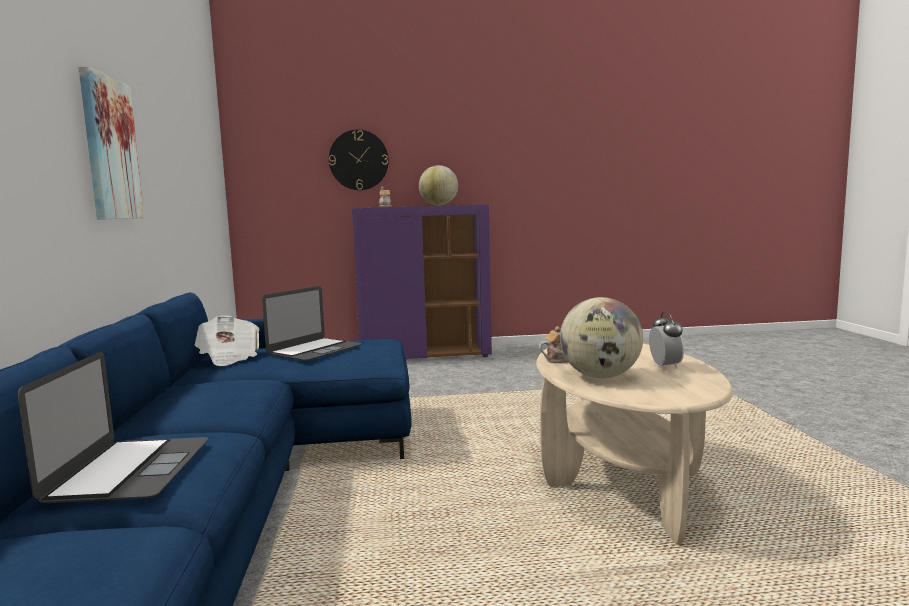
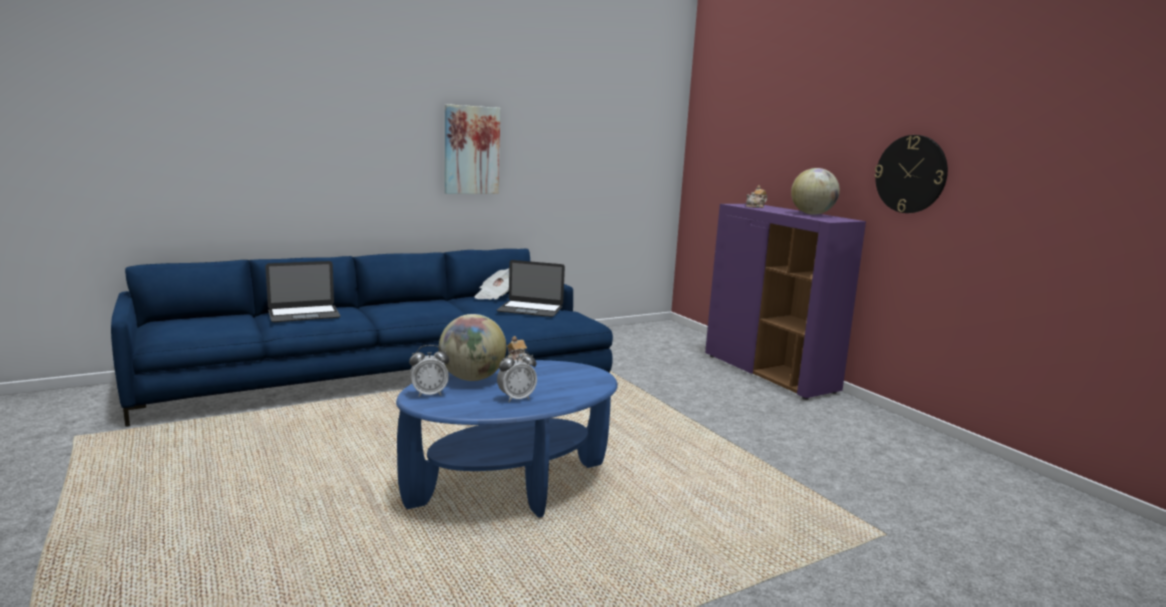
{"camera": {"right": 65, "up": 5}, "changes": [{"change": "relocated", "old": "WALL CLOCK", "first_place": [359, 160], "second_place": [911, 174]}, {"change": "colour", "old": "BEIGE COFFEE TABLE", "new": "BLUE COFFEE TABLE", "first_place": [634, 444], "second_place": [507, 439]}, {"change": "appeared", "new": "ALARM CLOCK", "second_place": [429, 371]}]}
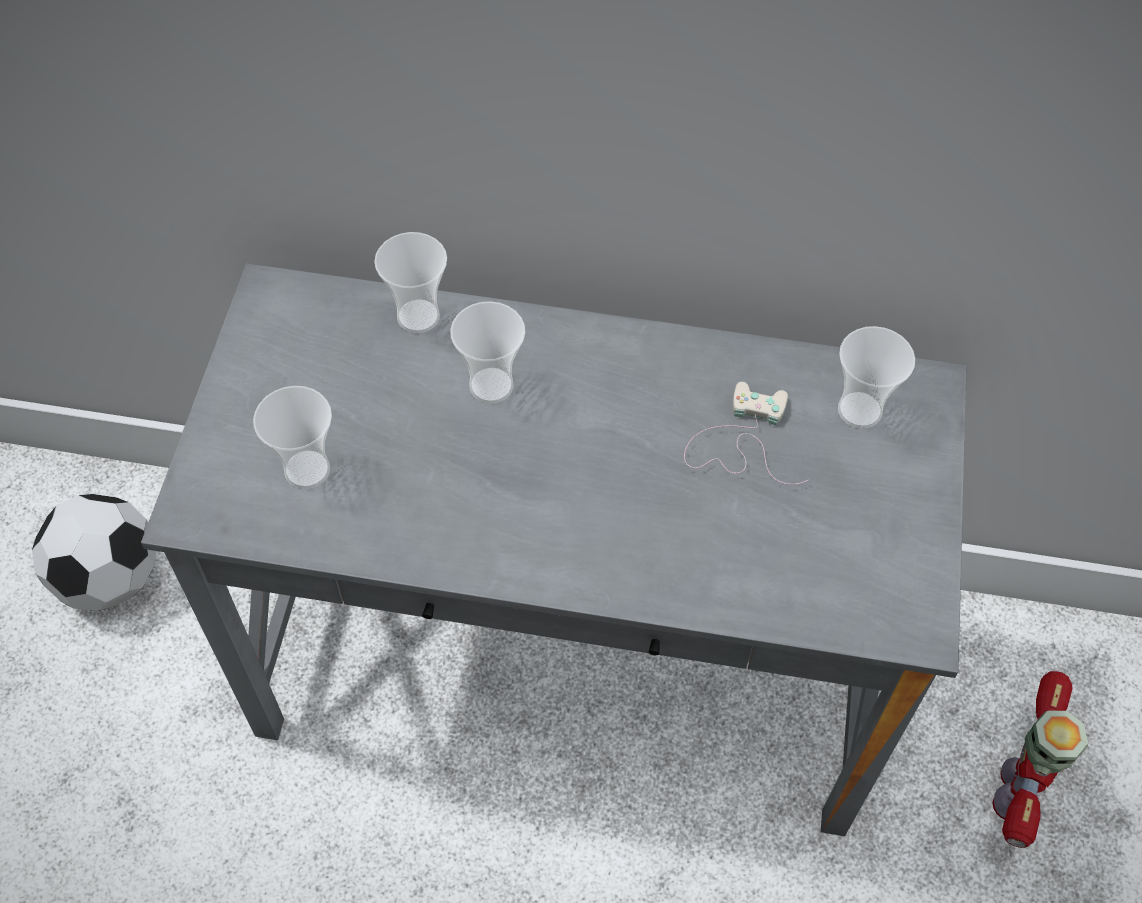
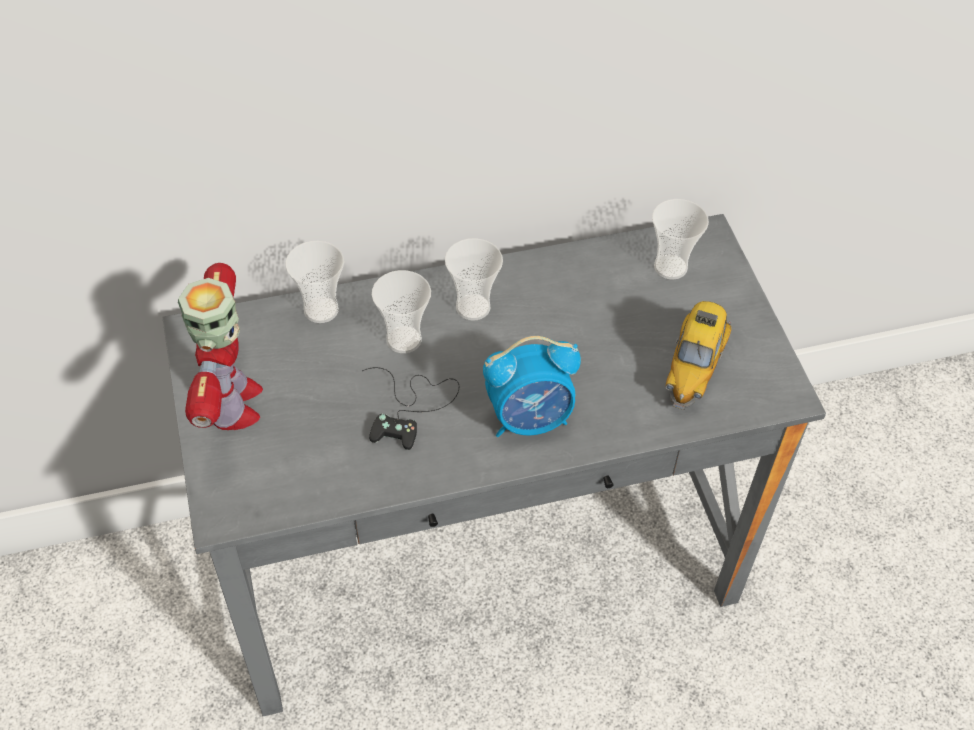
{"camera": {"right": -25, "up": -5}, "changes": [{"change": "missing", "old": "FOOTBALL", "first_place": [94, 552]}, {"change": "relocated", "old": "CUP", "first_place": [292, 437], "second_place": [474, 279]}, {"change": "missing", "old": "WHITE GAME CONTROLLER", "first_place": [746, 433]}, {"change": "relocated", "old": "TOY ROBOT", "first_place": [1040, 759], "second_place": [220, 346]}, {"change": "appeared", "new": "BLACK GAME CONTROLLER", "second_place": [410, 408]}, {"change": "appeared", "new": "ALARM CLOCK", "second_place": [532, 386]}, {"change": "appeared", "new": "TOY CAR", "second_place": [698, 355]}]}
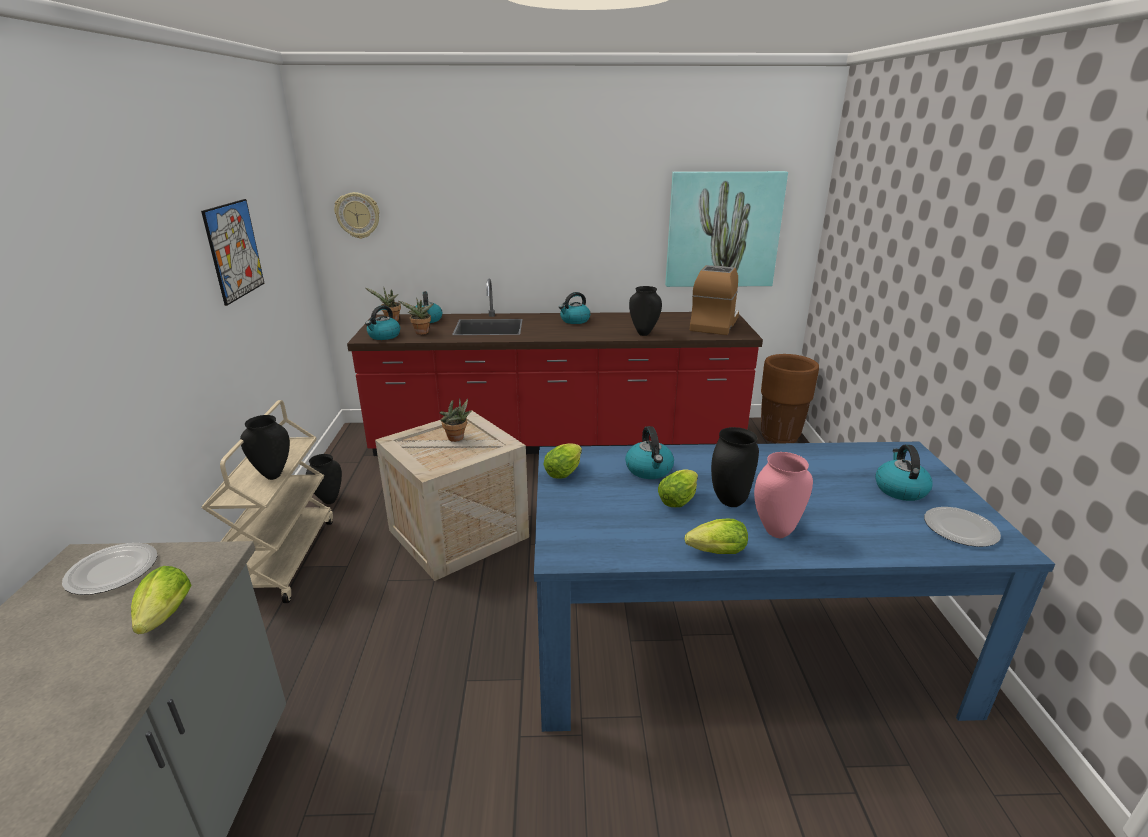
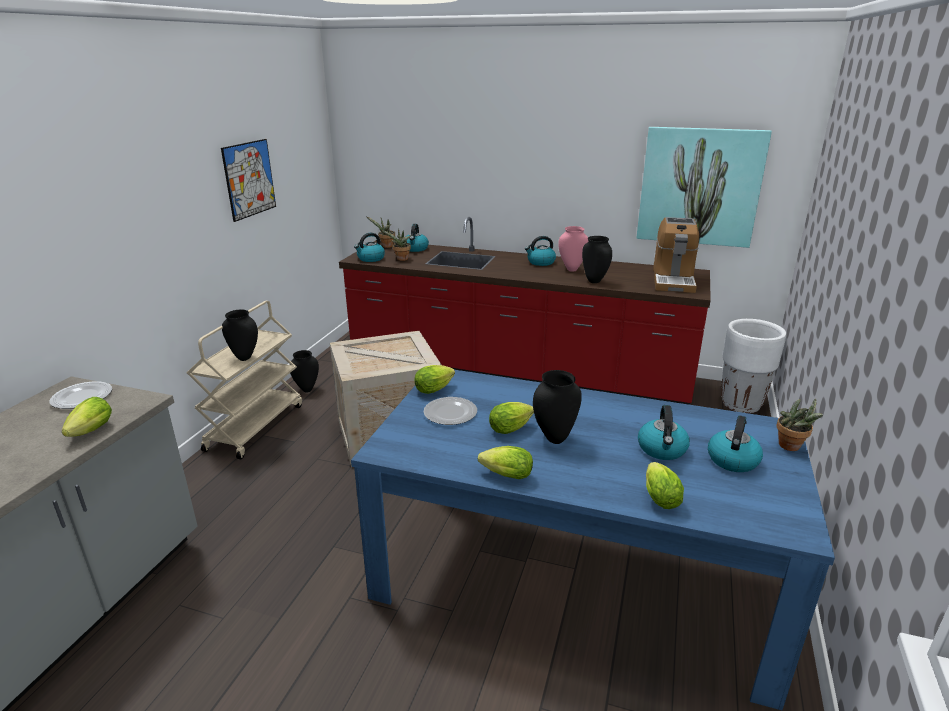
{"camera": {"right": 20, "up": 0}, "changes": [{"change": "missing", "old": "WALL CLOCK", "first_place": [357, 215]}, {"change": "relocated", "old": "POTTED PLANT", "first_place": [456, 420], "second_place": [799, 425]}, {"change": "relocated", "old": "KETTLE", "first_place": [649, 452], "second_place": [664, 432]}, {"change": "spun", "old": "COFFEE MACHINE", "first_place": [714, 300], "second_place": [676, 255], "degrees": 150}, {"change": "relocated", "old": "PINK VASE", "first_place": [783, 495], "second_place": [573, 249]}, {"change": "colour", "old": "BROWN PLANTER", "new": "WHITE PLANTER", "first_place": [790, 399], "second_place": [753, 366]}, {"change": "relocated", "old": "PLATE", "first_place": [962, 527], "second_place": [450, 411]}, {"change": "appeared", "new": "LETTUCE", "second_place": [665, 485]}]}
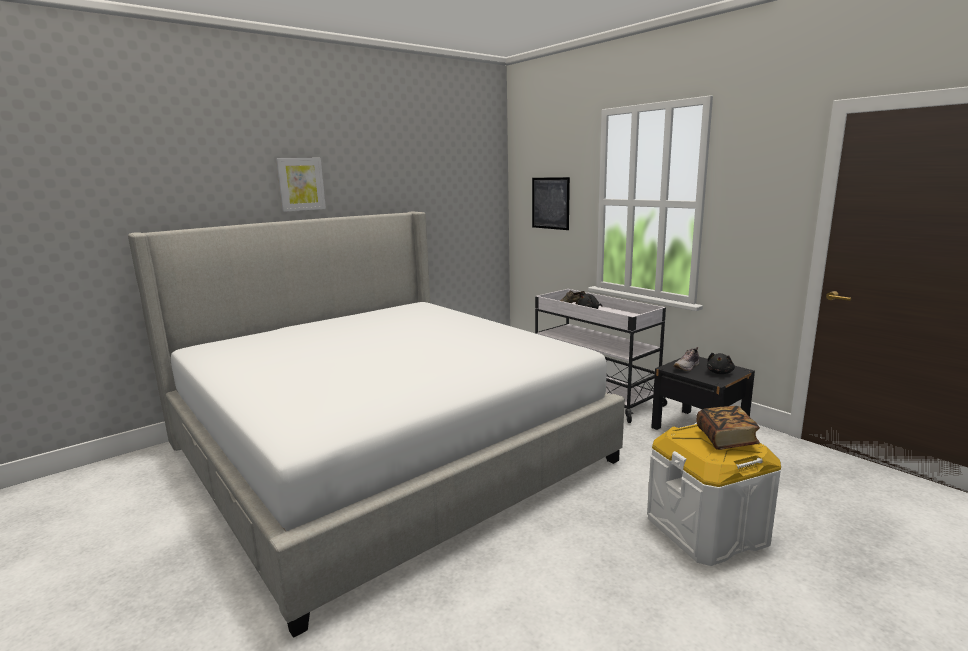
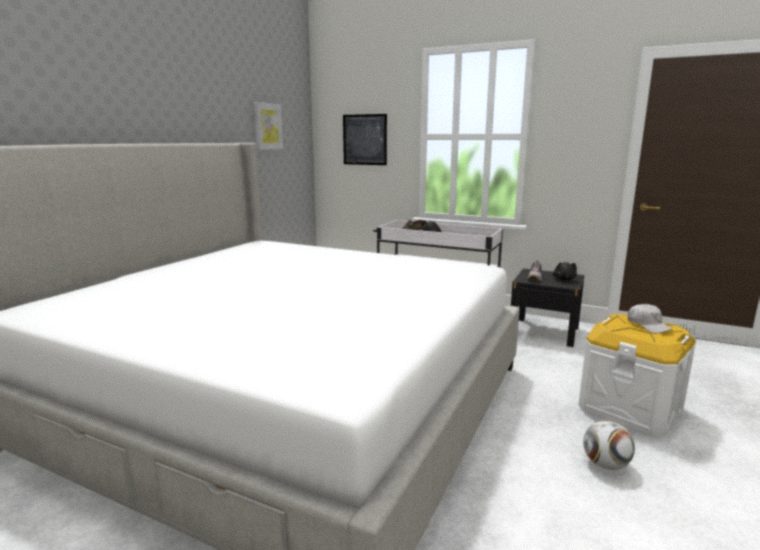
{"camera": {"right": -25, "up": 0}, "changes": [{"change": "relocated", "old": "PICTURE", "first_place": [301, 185], "second_place": [268, 126]}, {"change": "exchanged", "old": "BOOK", "new": "WHITE CAP", "first_place": [728, 428], "second_place": [650, 318]}, {"change": "appeared", "new": "FOOTBALL", "second_place": [609, 445]}]}
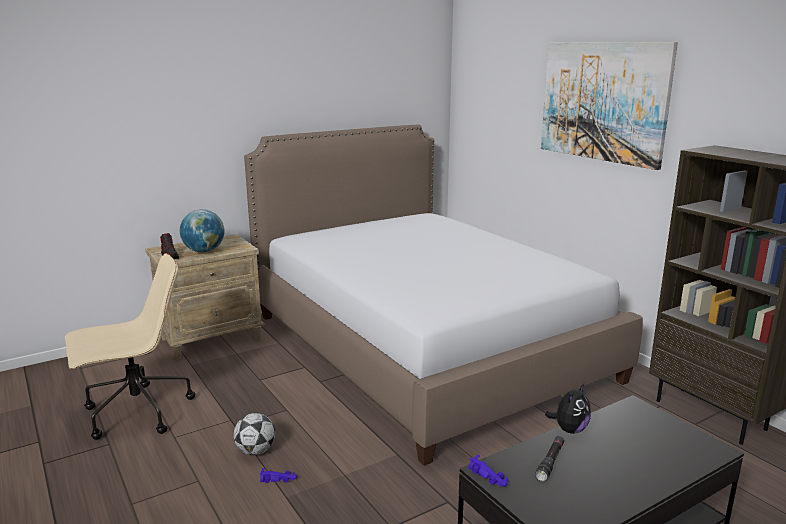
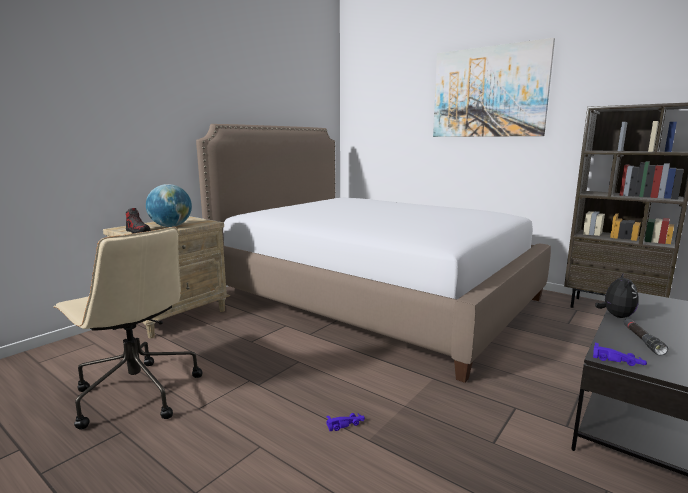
{"camera": {"right": -20, "up": -5}, "changes": [{"change": "spun", "old": "BEIGE OFFICE CHAIR", "first_place": [130, 346], "second_place": [128, 328], "degrees": 90}, {"change": "missing", "old": "FOOTBALL", "first_place": [254, 434]}]}
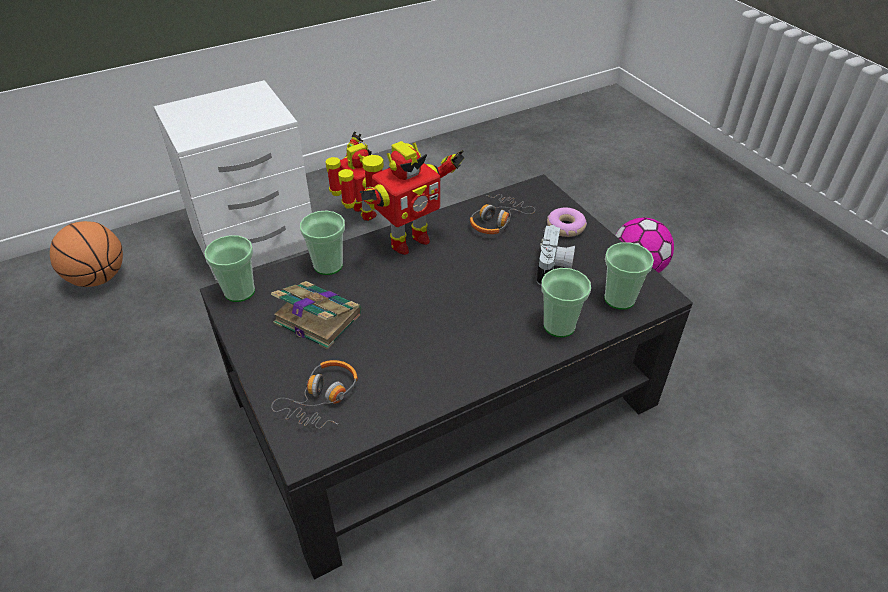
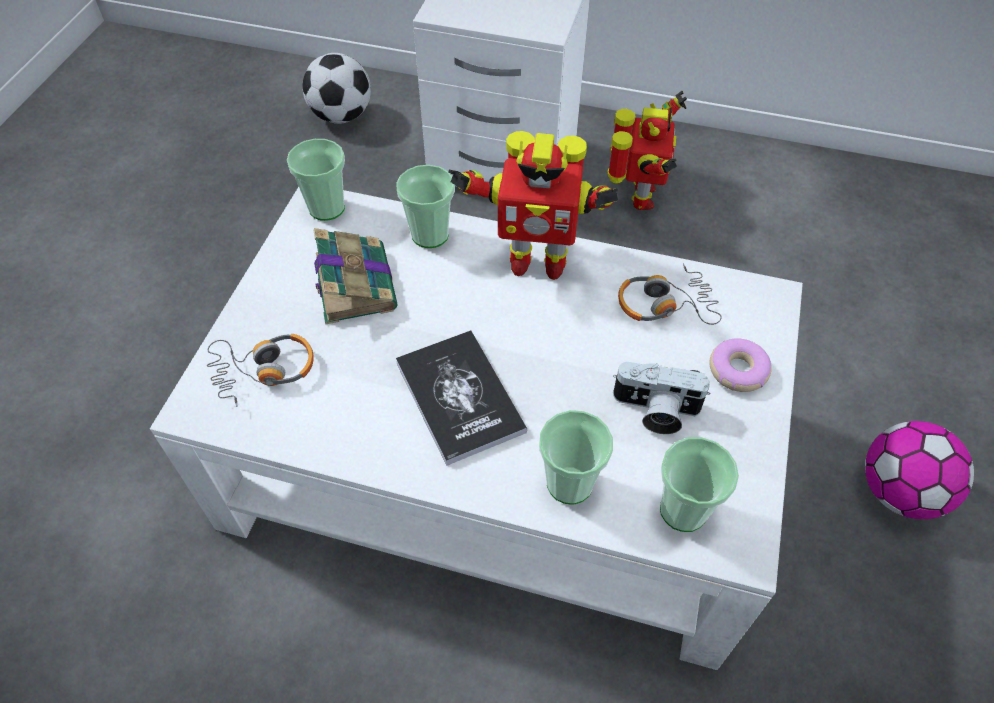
{"camera": {"right": 45, "up": 10}, "changes": [{"change": "exchanged", "old": "BASKETBALL", "new": "FOOTBALL", "first_place": [86, 254], "second_place": [337, 88]}, {"change": "colour", "old": "BLACK COFFEE TABLE", "new": "WHITE COFFEE TABLE", "first_place": [446, 377], "second_place": [476, 428]}, {"change": "spun", "old": "PHOTO CAMERA", "first_place": [556, 255], "second_place": [662, 398], "degrees": 45}, {"change": "appeared", "new": "BOOK", "second_place": [461, 398]}]}
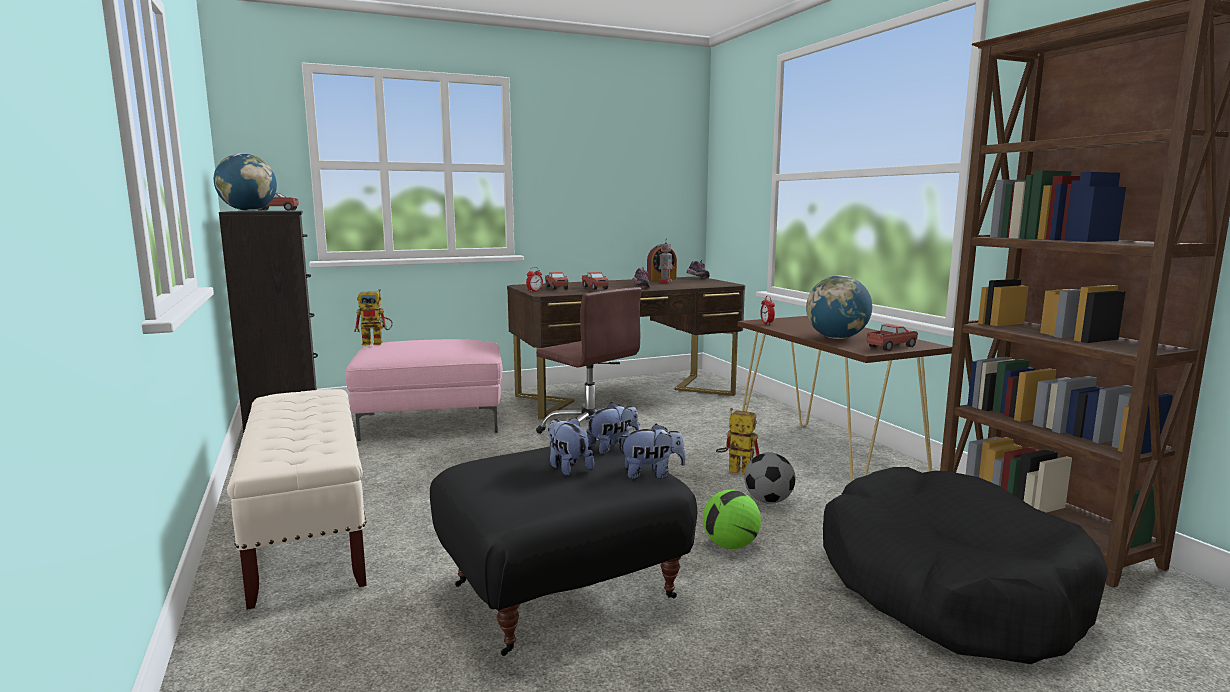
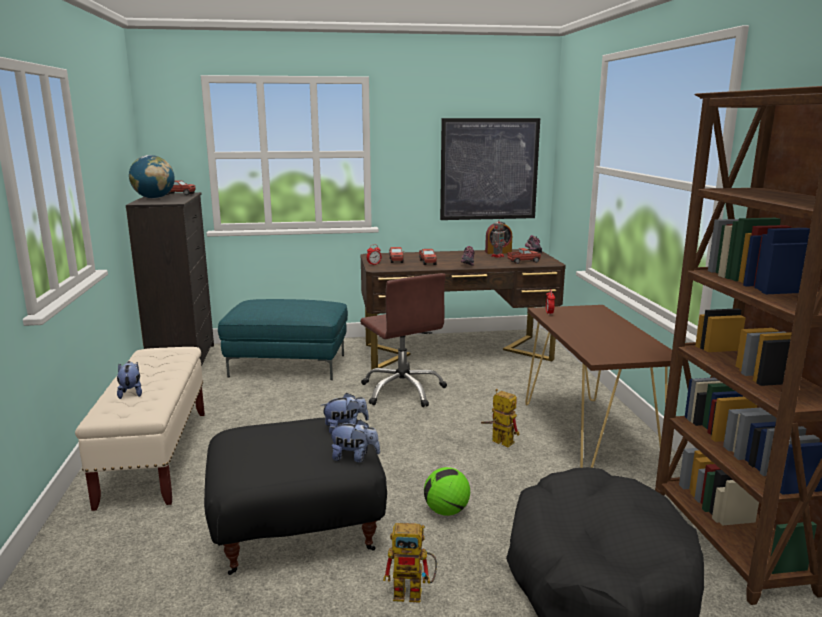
{"camera": {"right": 15, "up": 5}, "changes": [{"change": "colour", "old": "PINK OTTOMAN", "new": "TURQUOISE OTTOMAN", "first_place": [424, 390], "second_place": [283, 339]}, {"change": "relocated", "old": "TOY ROBOT", "first_place": [373, 317], "second_place": [410, 563]}, {"change": "relocated", "old": "PLUSH TOY", "first_place": [571, 446], "second_place": [129, 380]}, {"change": "missing", "old": "FOOTBALL", "first_place": [770, 478]}, {"change": "missing", "old": "GLOBE", "first_place": [839, 307]}, {"change": "relocated", "old": "TOY TRUCK", "first_place": [892, 337], "second_place": [524, 256]}, {"change": "appeared", "new": "PICTURE", "second_place": [490, 169]}]}
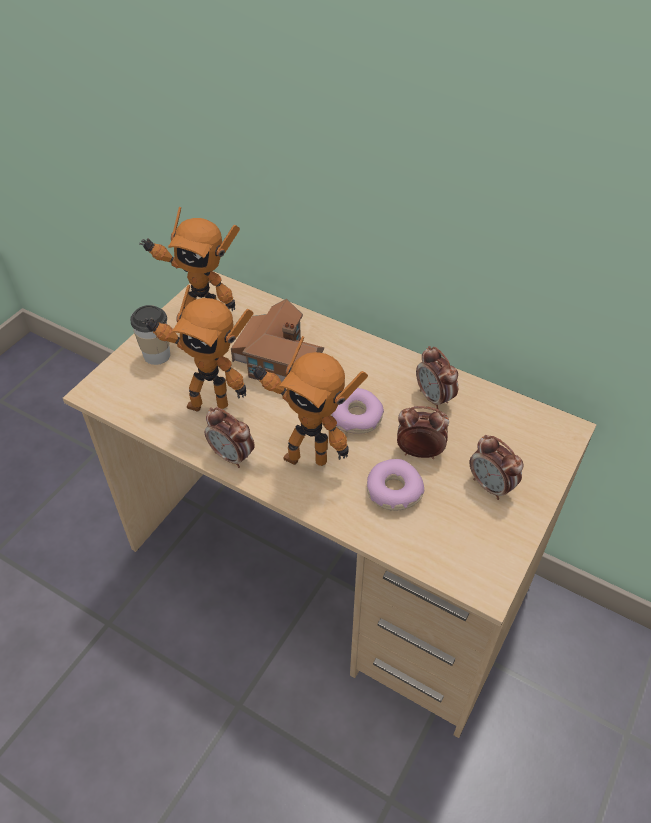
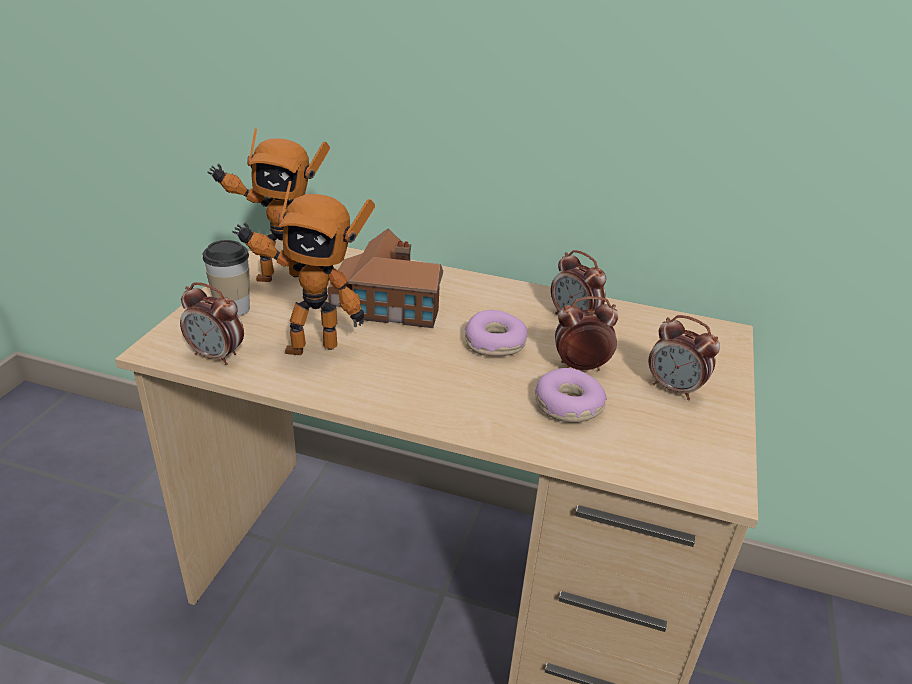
{"camera": {"right": -15, "up": -15}, "changes": [{"change": "relocated", "old": "ALARM CLOCK", "first_place": [230, 437], "second_place": [212, 323]}, {"change": "missing", "old": "TOY ROBOT", "first_place": [308, 401]}]}
